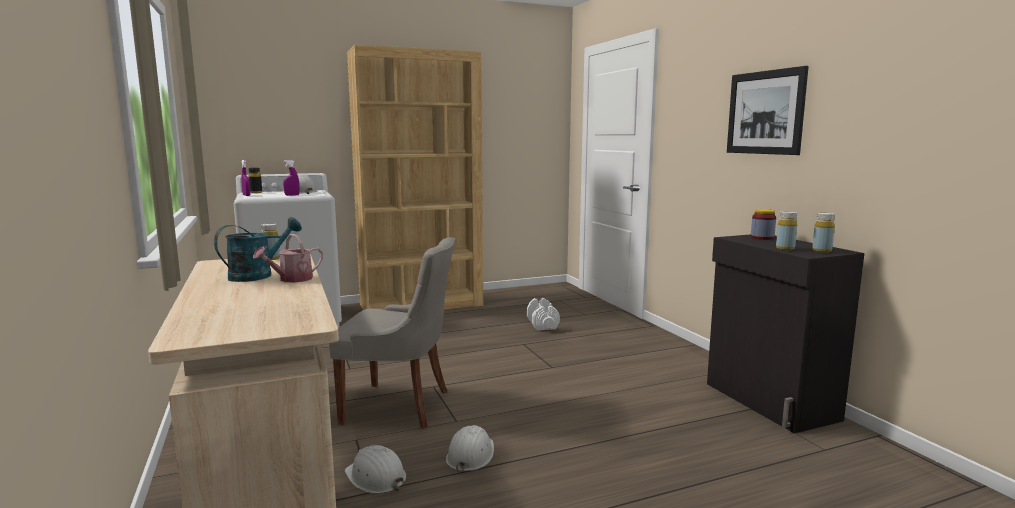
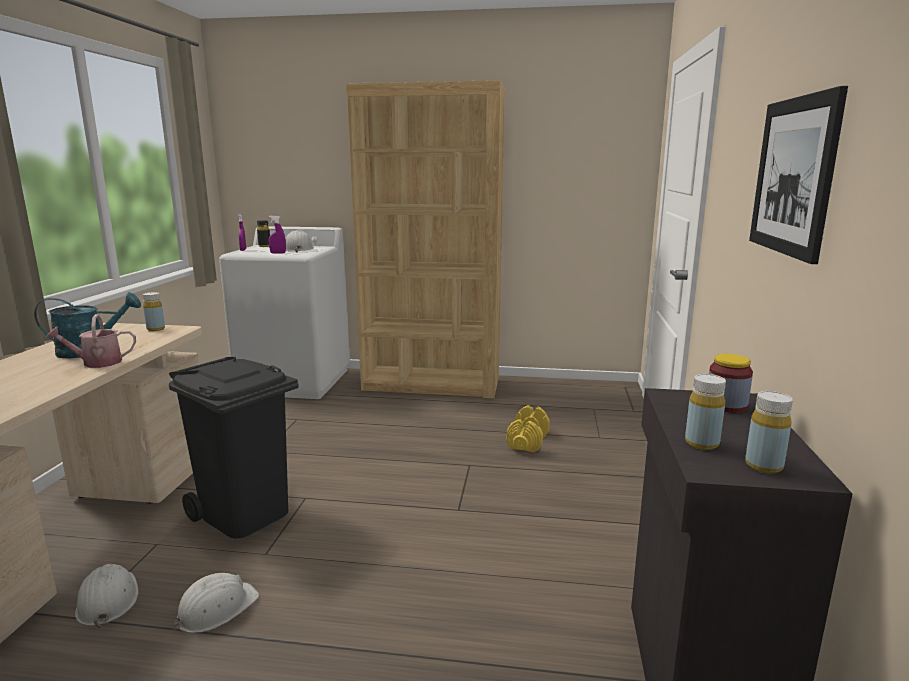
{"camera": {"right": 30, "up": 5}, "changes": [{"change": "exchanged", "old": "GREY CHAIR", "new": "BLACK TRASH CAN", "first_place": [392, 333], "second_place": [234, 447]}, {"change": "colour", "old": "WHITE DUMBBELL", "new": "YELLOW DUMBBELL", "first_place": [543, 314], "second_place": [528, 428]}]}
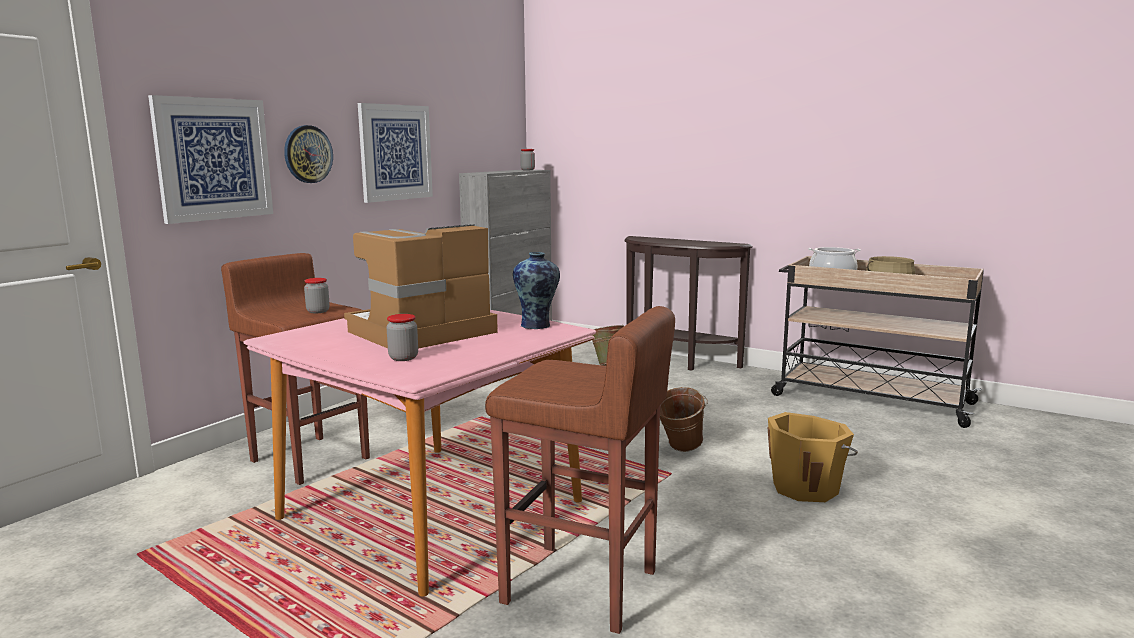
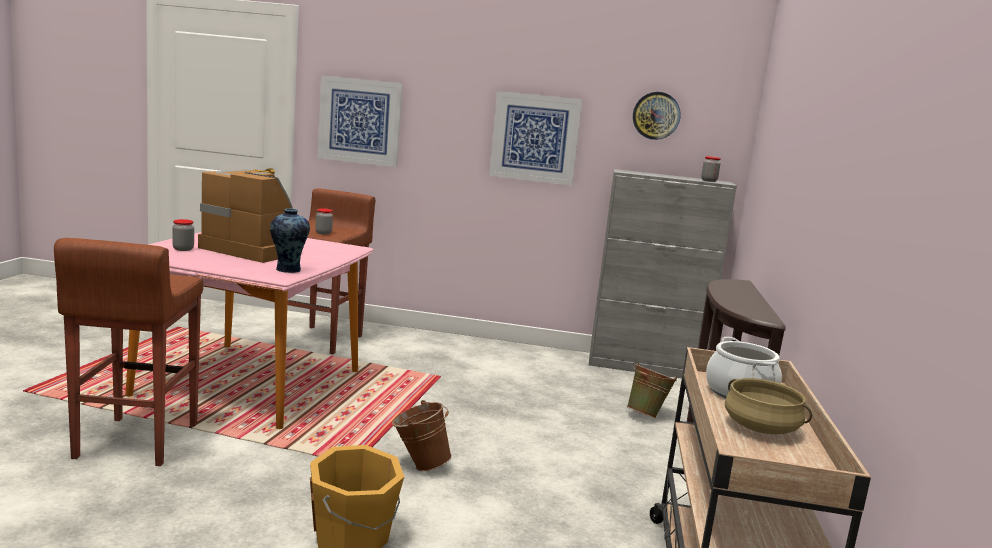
{"camera": {"right": 65, "up": 0}, "changes": [{"change": "relocated", "old": "WALL CLOCK", "first_place": [308, 154], "second_place": [657, 116]}]}
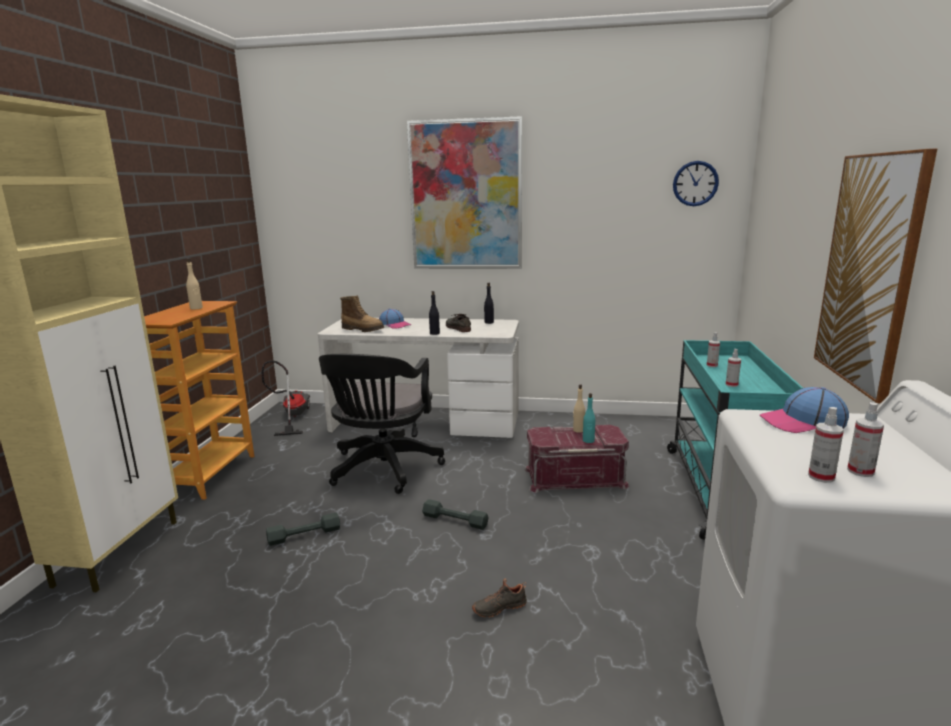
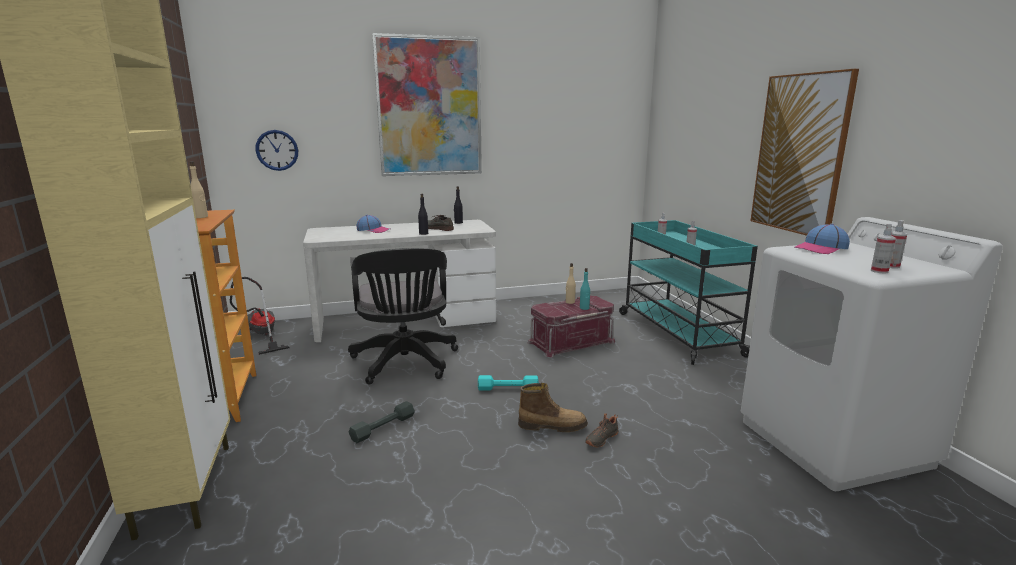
{"camera": {"right": -25, "up": 0}, "changes": [{"change": "relocated", "old": "BOOT", "first_place": [362, 313], "second_place": [553, 407]}, {"change": "colour", "old": "GREY DUMBBELL", "new": "TURQUOISE DUMBBELL", "first_place": [455, 514], "second_place": [508, 383]}, {"change": "relocated", "old": "WALL CLOCK", "first_place": [696, 183], "second_place": [276, 150]}]}
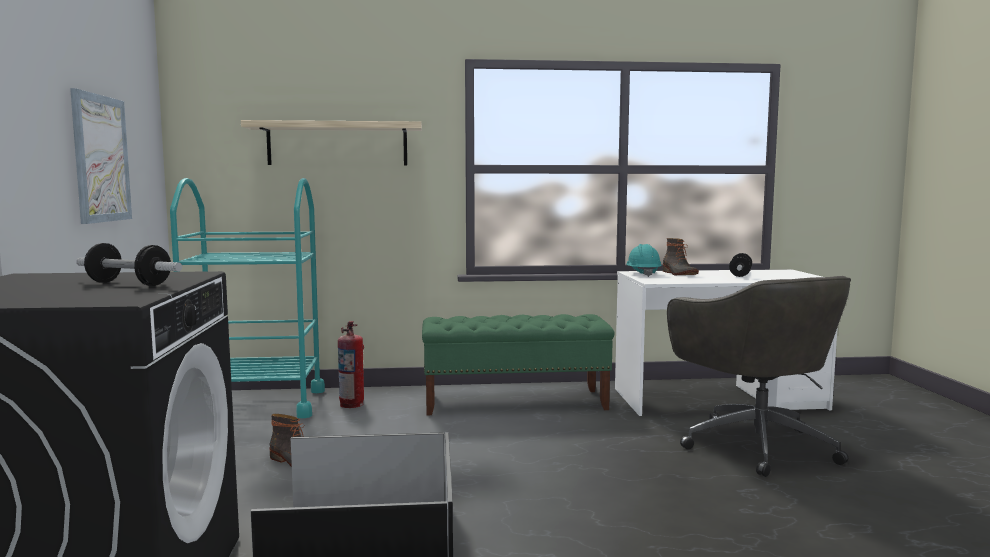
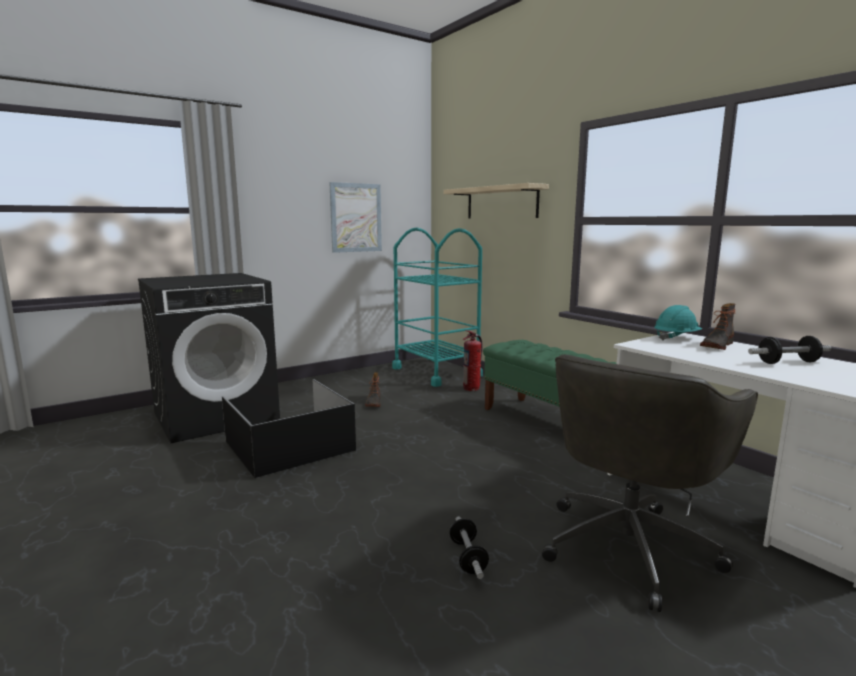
{"camera": {"right": 60, "up": 5}, "changes": [{"change": "relocated", "old": "DUMBBELL", "first_place": [129, 264], "second_place": [469, 548]}]}
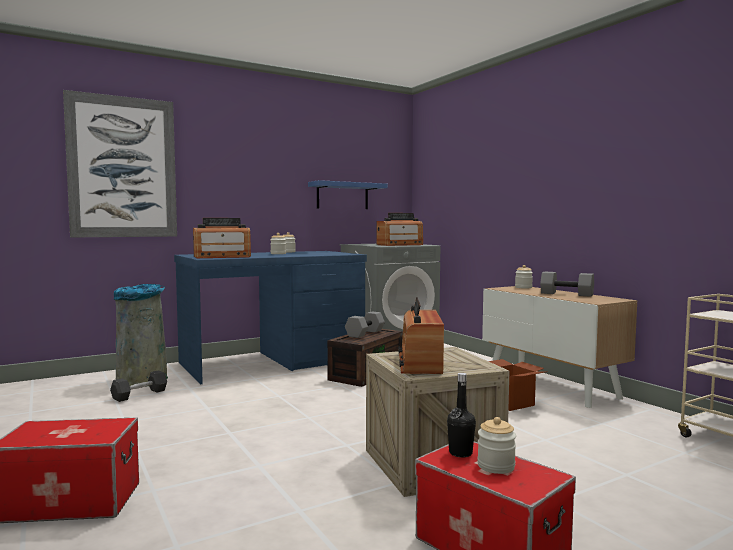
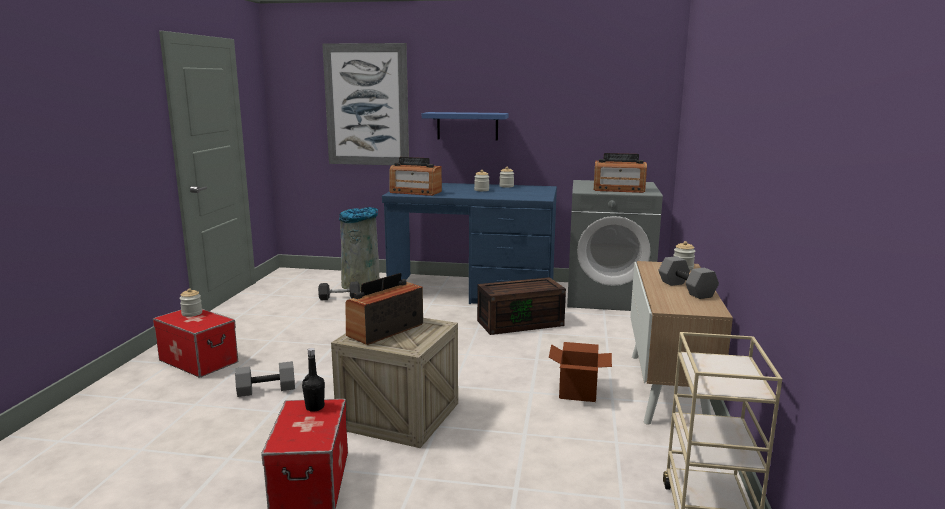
{"camera": {"right": 40, "up": 10}, "changes": [{"change": "relocated", "old": "BLUE SHELF", "first_place": [348, 194], "second_place": [465, 126]}, {"change": "relocated", "old": "GREY DUMBBELL", "first_place": [365, 324], "second_place": [265, 379]}, {"change": "relocated", "old": "JAR", "first_place": [496, 445], "second_place": [190, 302]}]}
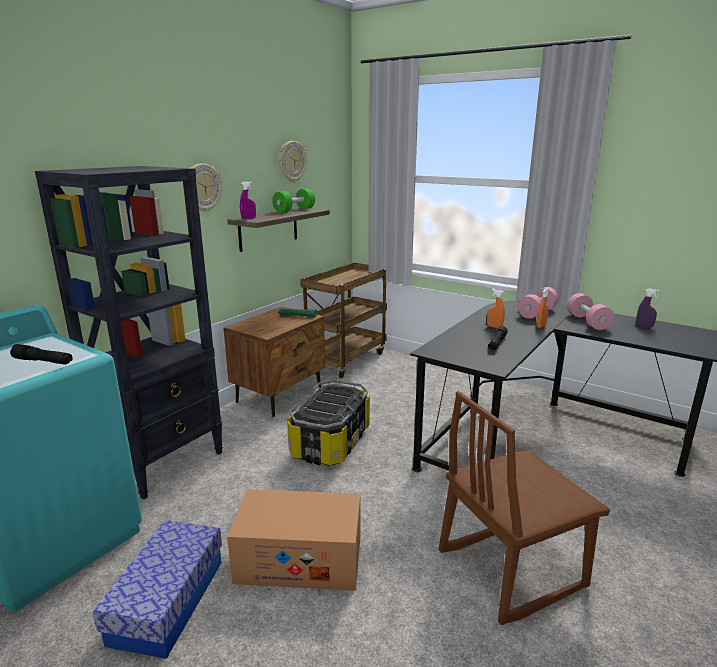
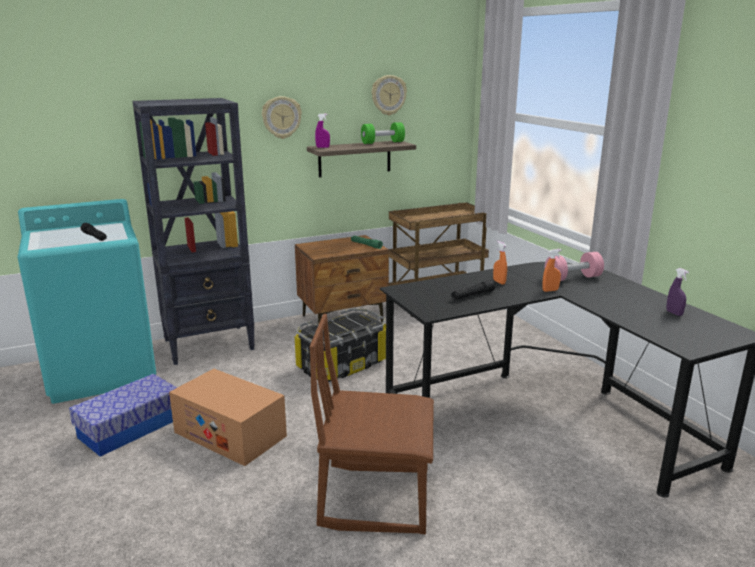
{"camera": {"right": 30, "up": 0}, "changes": [{"change": "missing", "old": "PINK DUMBBELL", "first_place": [590, 311]}]}
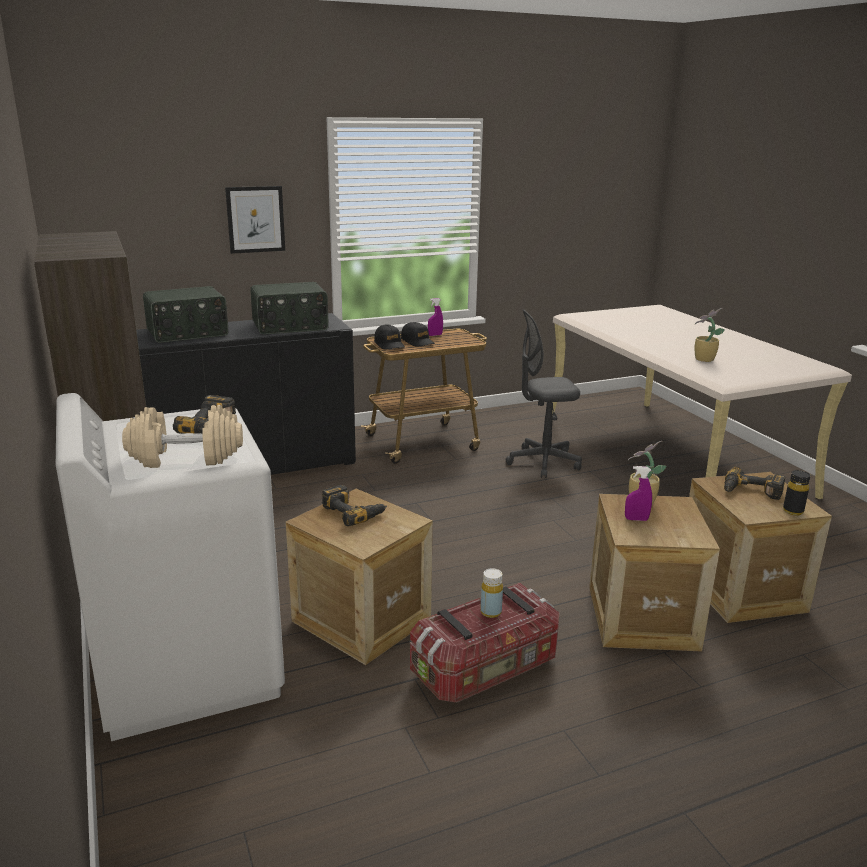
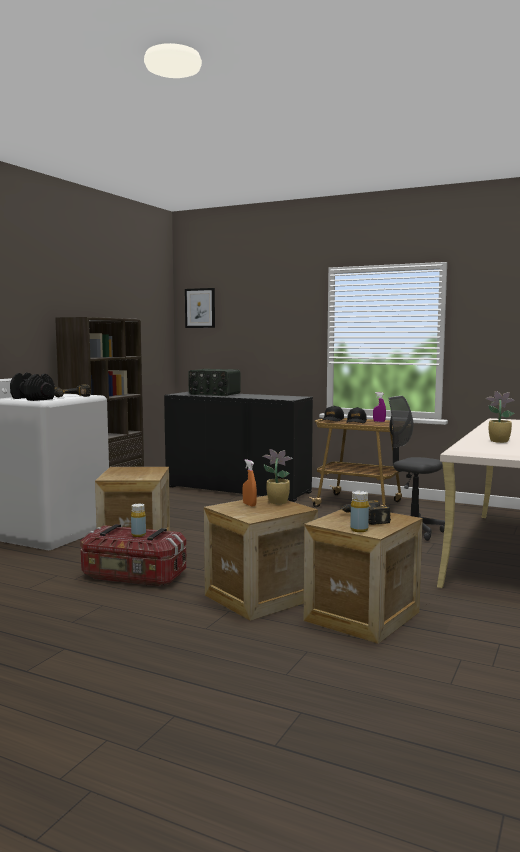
{"camera": {"right": 50, "up": -15}, "changes": [{"change": "colour", "old": "BEIGE DUMBBELL", "new": "BLACK DUMBBELL", "first_place": [182, 436], "second_place": [32, 387]}, {"change": "relocated", "old": "PICTURE", "first_place": [255, 220], "second_place": [200, 308]}, {"change": "missing", "old": "RADIO", "first_place": [289, 308]}, {"change": "missing", "old": "POWER DRILL", "first_place": [354, 505]}, {"change": "colour", "old": "PURPLE SPRAY BOTTLE", "new": "ORANGE SPRAY BOTTLE", "first_place": [638, 493], "second_place": [249, 483]}, {"change": "colour", "old": "BLACK BOTTLE", "new": "YELLOW BOTTLE", "first_place": [796, 493], "second_place": [359, 511]}]}
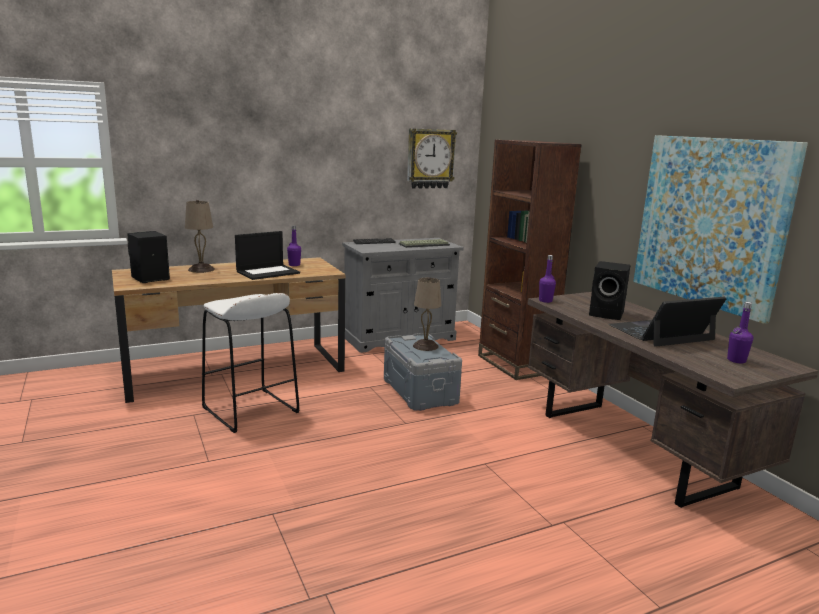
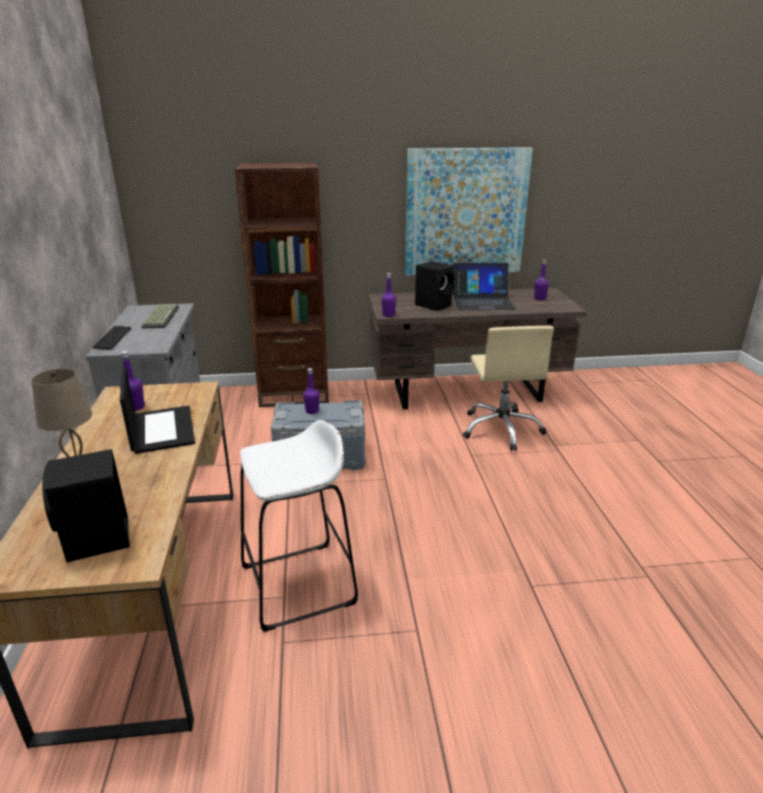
{"camera": {"right": -70, "up": 10}, "changes": [{"change": "missing", "old": "WALL CLOCK", "first_place": [432, 158]}, {"change": "exchanged", "old": "BEIGE TABLE LAMP", "new": "PURPLE BOTTLE", "first_place": [427, 314], "second_place": [311, 391]}, {"change": "spun", "old": "LAPTOP", "first_place": [667, 322], "second_place": [484, 286], "degrees": -90}, {"change": "appeared", "new": "BEIGE OFFICE CHAIR", "second_place": [508, 388]}]}
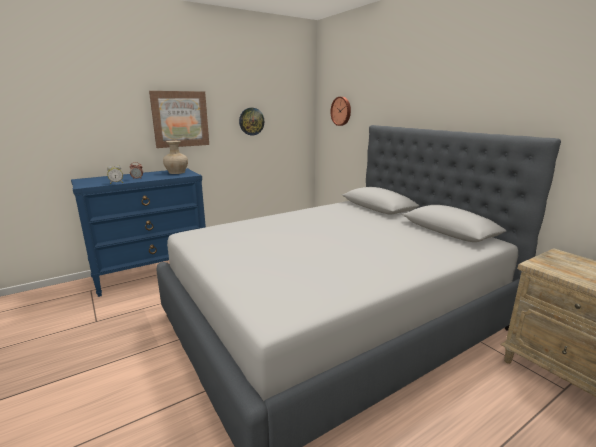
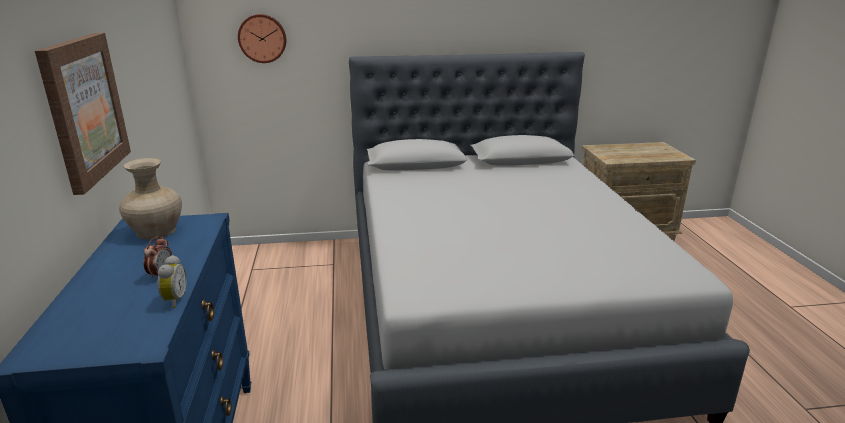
{"camera": {"right": -65, "up": 5}, "changes": [{"change": "missing", "old": "WALL CLOCK", "first_place": [251, 122]}]}
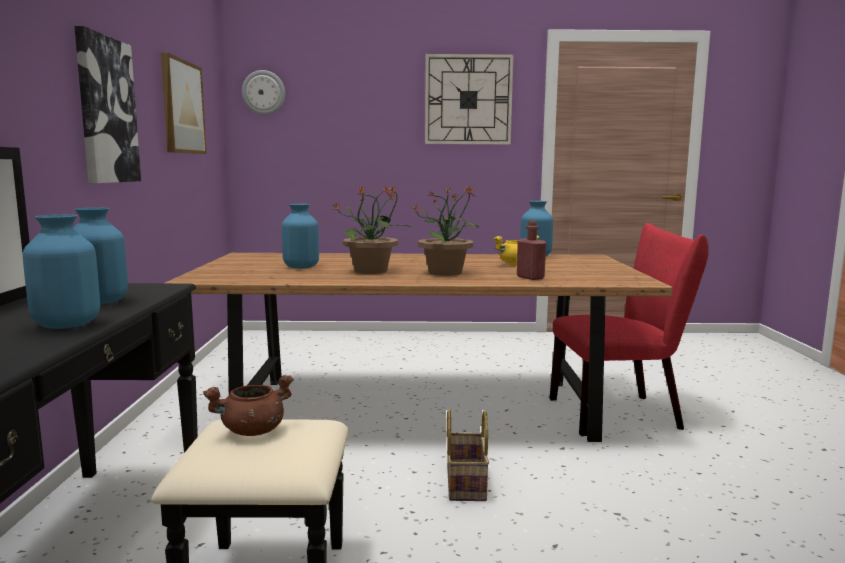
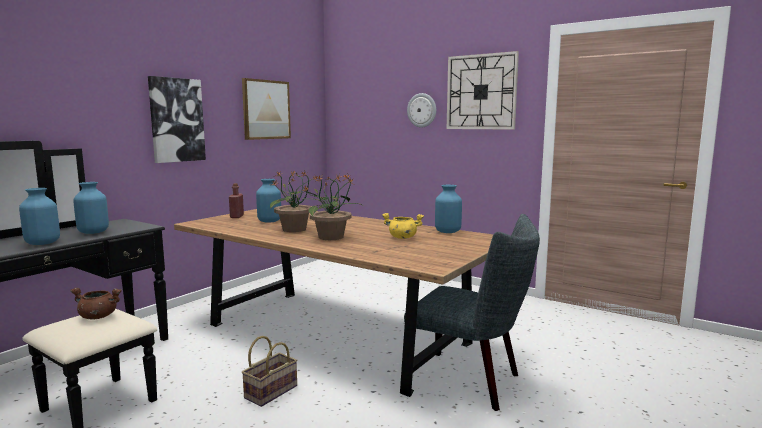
{"camera": {"right": 35, "up": 0}, "changes": [{"change": "relocated", "old": "WALL CLOCK", "first_place": [263, 92], "second_place": [421, 110]}, {"change": "relocated", "old": "RED BOTTLE", "first_place": [531, 250], "second_place": [236, 200]}, {"change": "colour", "old": "RED CHAIR", "new": "GREY CHAIR", "first_place": [629, 329], "second_place": [472, 312]}]}
